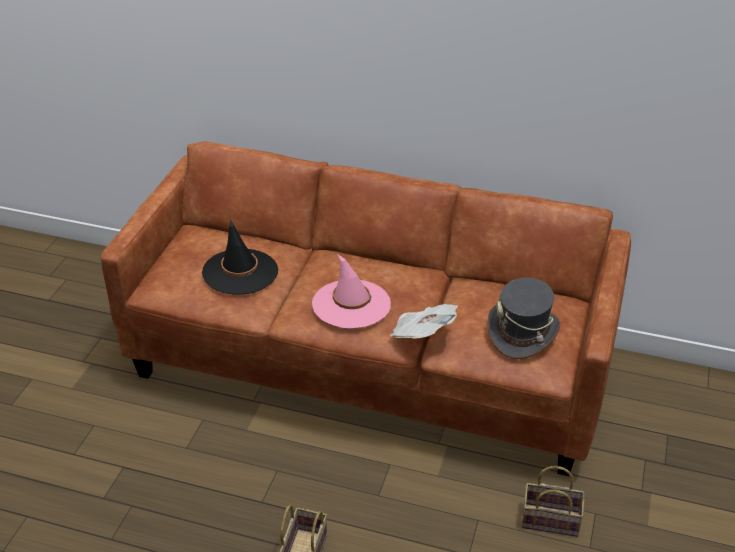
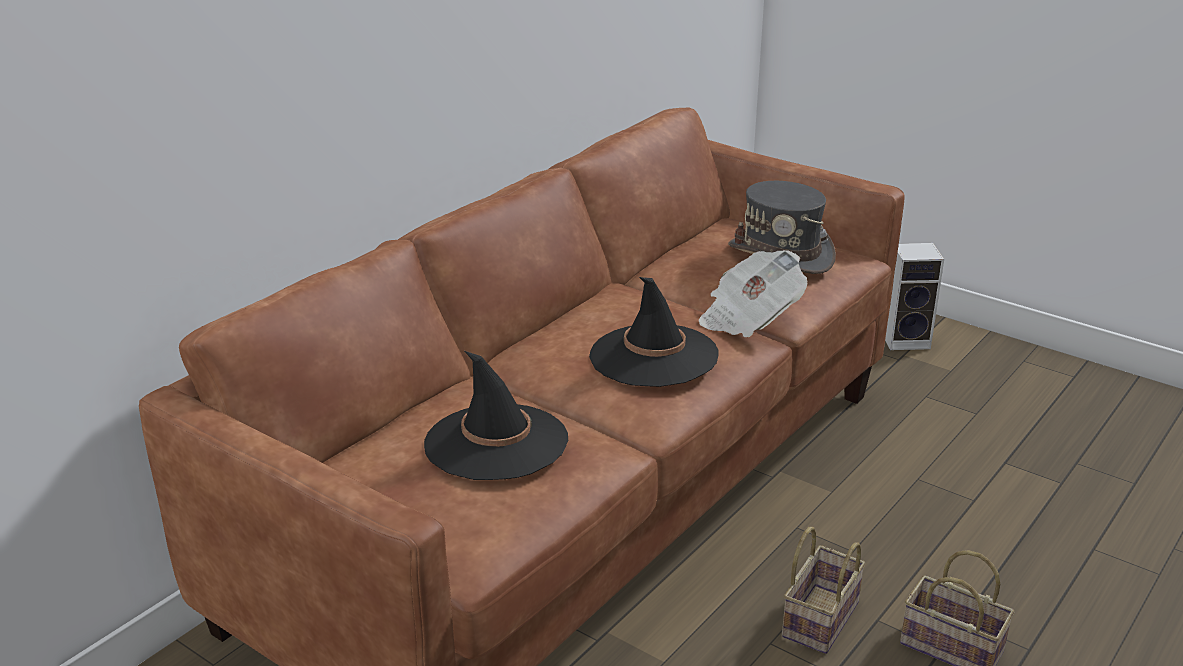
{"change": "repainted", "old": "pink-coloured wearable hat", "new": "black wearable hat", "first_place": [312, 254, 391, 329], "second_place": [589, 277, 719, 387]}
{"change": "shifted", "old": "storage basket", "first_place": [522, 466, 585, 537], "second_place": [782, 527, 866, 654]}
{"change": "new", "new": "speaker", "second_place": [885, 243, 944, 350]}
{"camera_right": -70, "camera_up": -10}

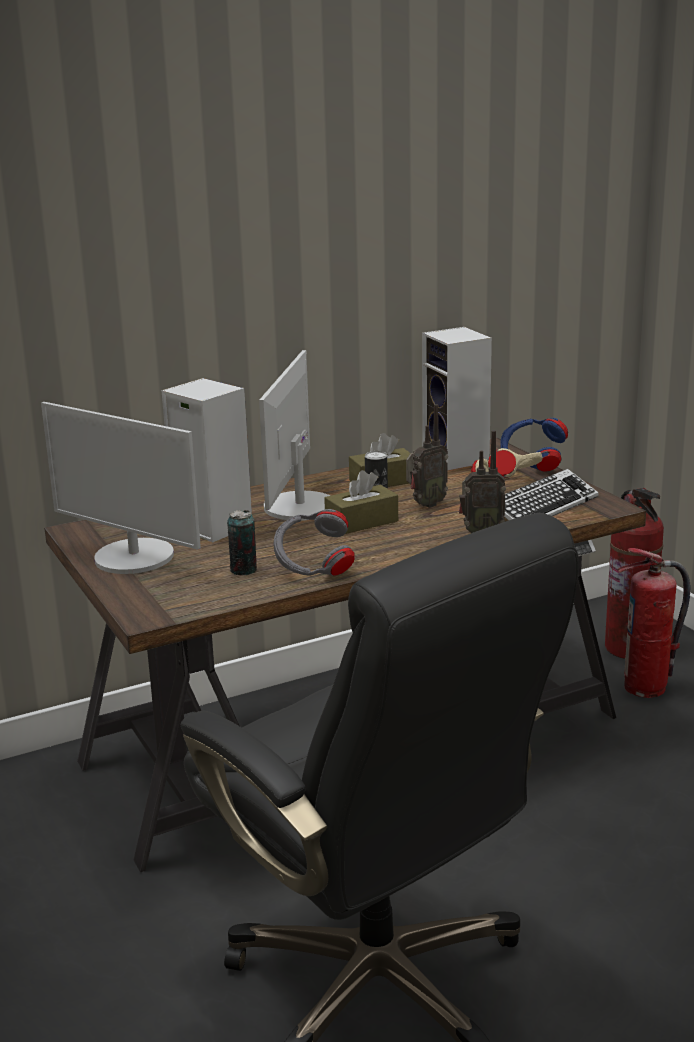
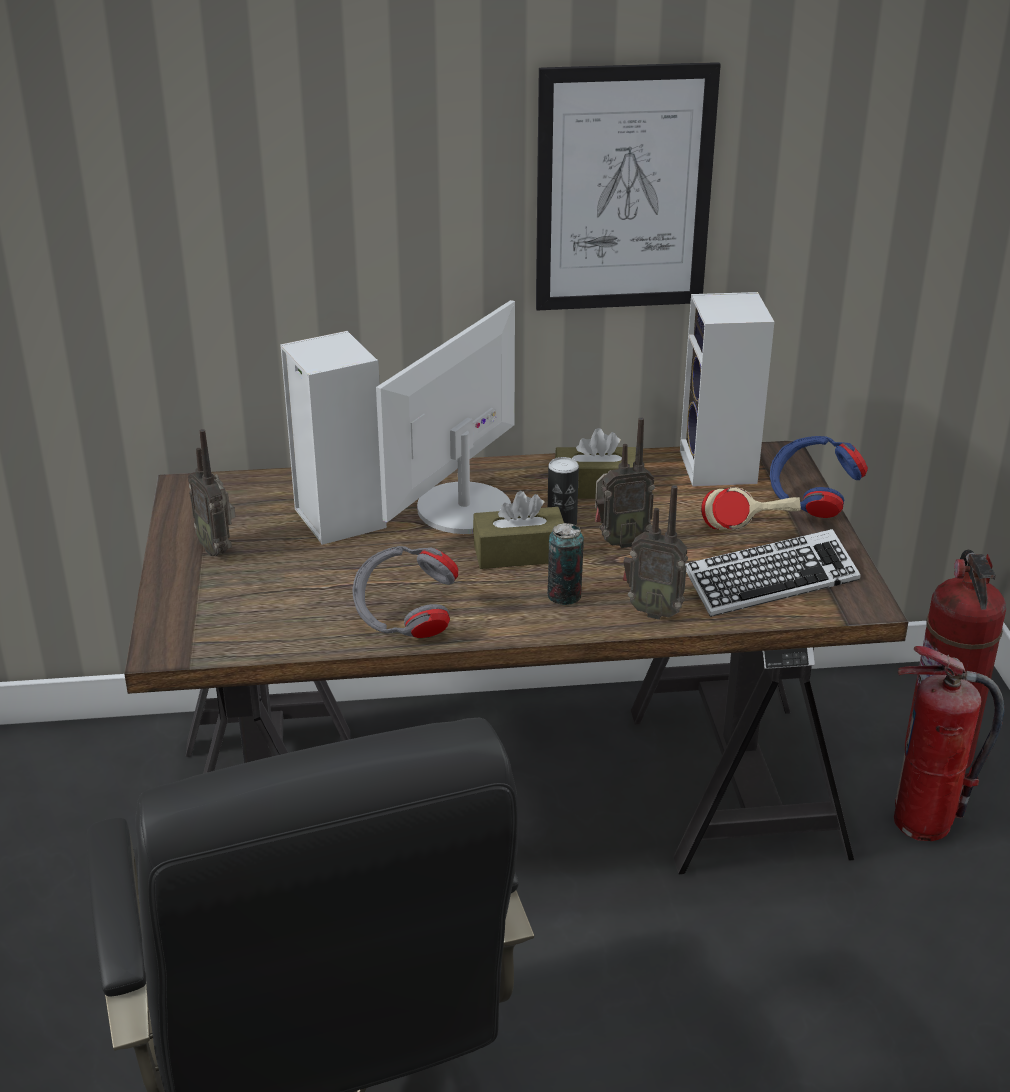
{"change": "swapped", "old": "computer display", "new": "radio set", "first_place": [41, 402, 201, 574], "second_place": [188, 429, 236, 556]}
{"change": "shifted", "old": "sealed can", "first_place": [227, 510, 257, 575], "second_place": [547, 523, 584, 605]}
{"change": "new", "new": "wall picture", "second_place": [536, 62, 721, 310]}
{"camera_right": 20, "camera_up": 10}

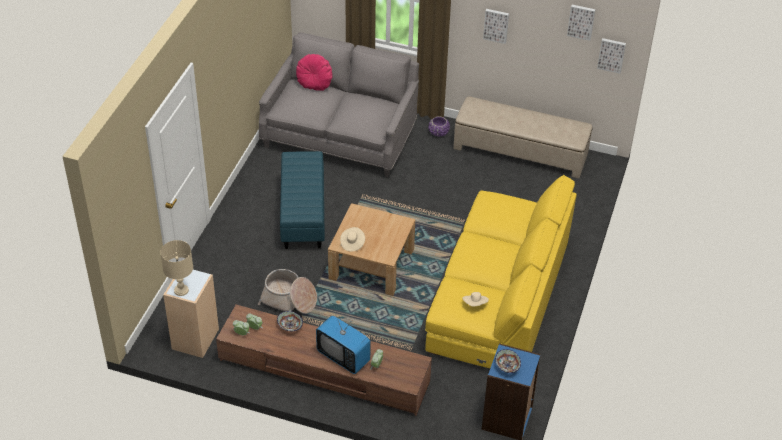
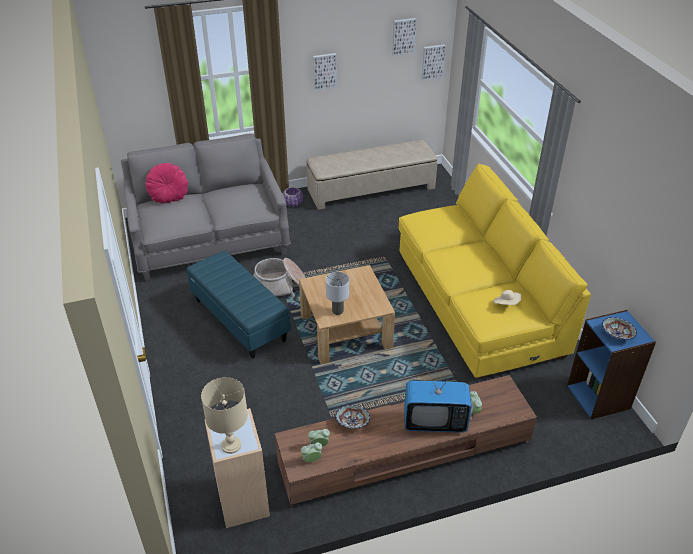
{"change": "shifted", "old": "storage basket", "first_place": [258, 269, 317, 314], "second_place": [253, 258, 305, 297]}
{"change": "swapped", "old": "beige-coloured wearable hat", "new": "whitish table lamp", "first_place": [340, 227, 365, 252], "second_place": [326, 271, 349, 315]}
{"camera_right": -35, "camera_up": -5}

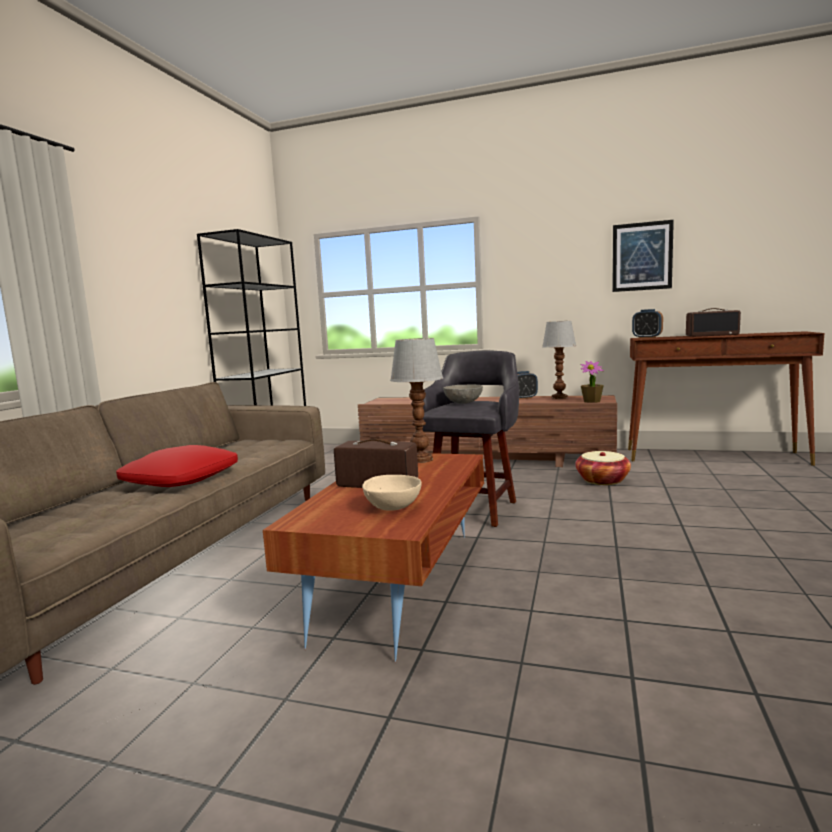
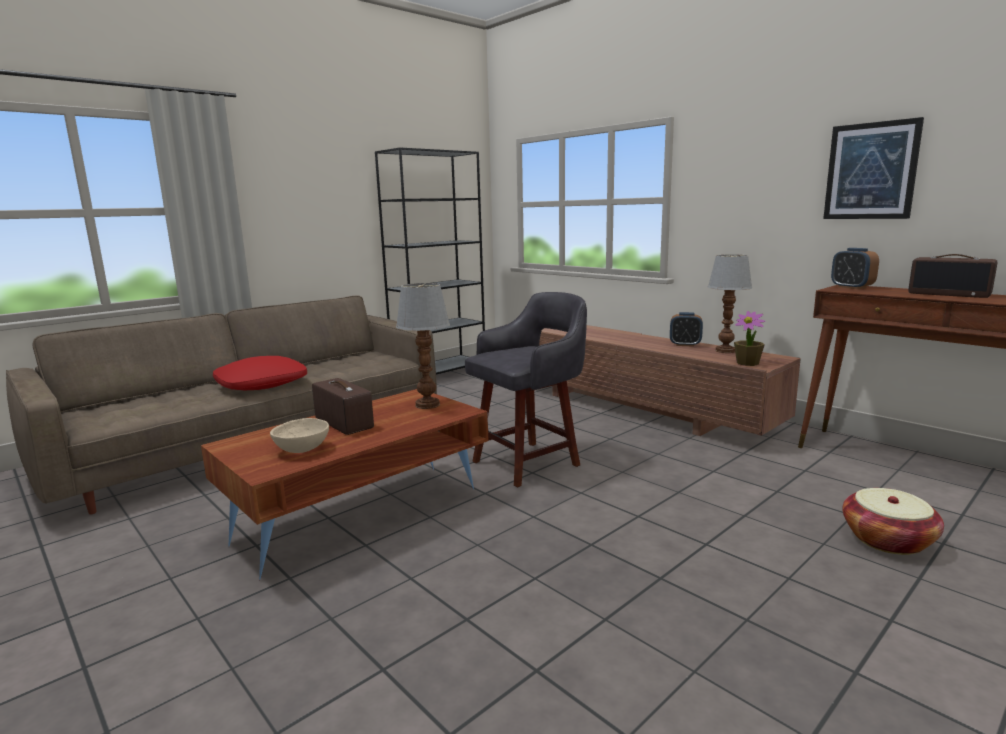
{"change": "gone", "old": "grey serving bowl", "first_place": [443, 384, 483, 404]}
{"change": "shifted", "old": "storage basket", "first_place": [575, 451, 631, 485], "second_place": [842, 488, 944, 555]}
{"camera_right": 30, "camera_up": 5}

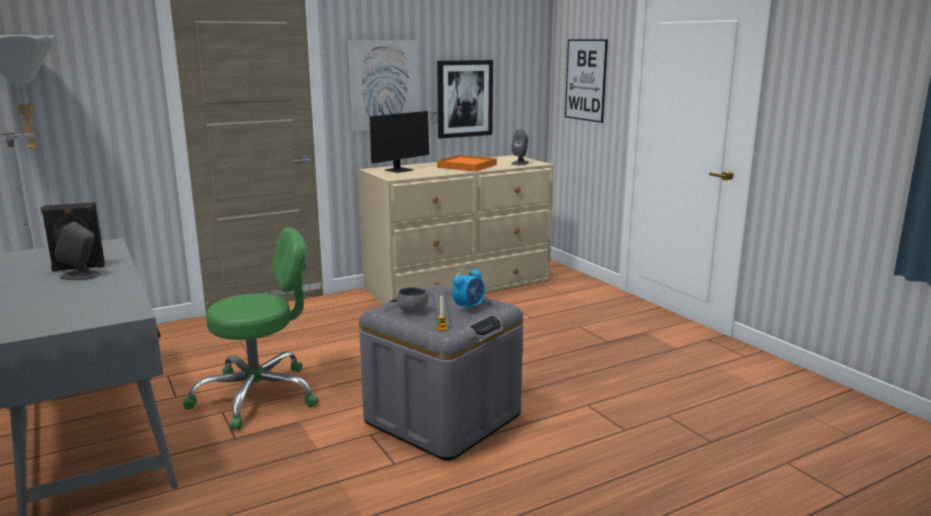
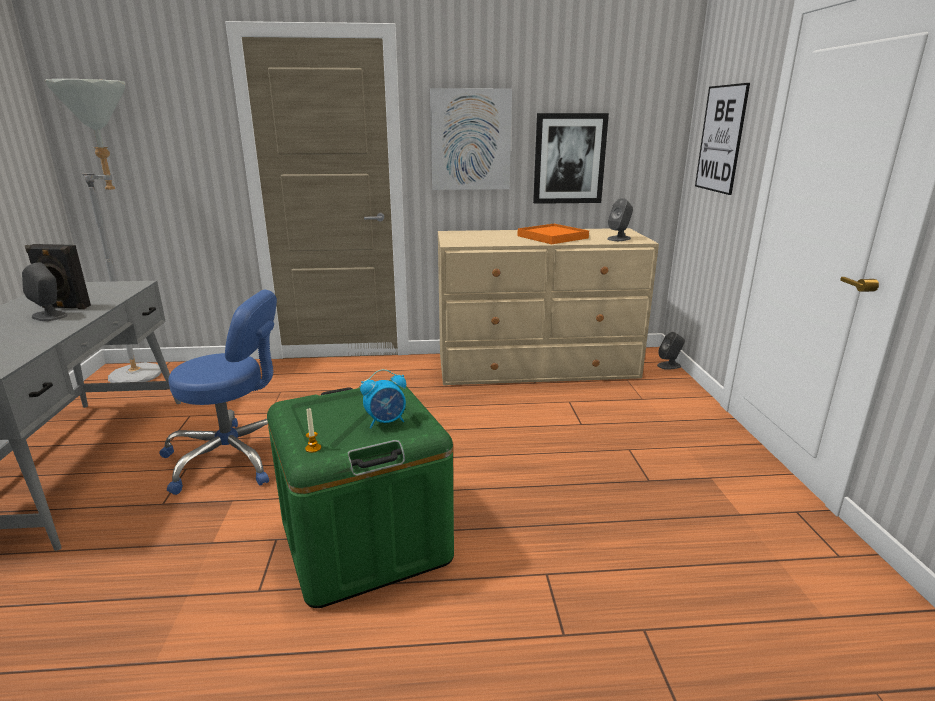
{"change": "repainted", "old": "green office chair", "new": "blue-coloured office chair", "first_place": [183, 227, 319, 430], "second_place": [160, 290, 277, 495]}
{"change": "repainted", "old": "grey storage box", "new": "green storage box", "first_place": [359, 285, 523, 461], "second_place": [267, 380, 454, 608]}
{"change": "gone", "old": "computer display", "first_place": [370, 111, 443, 173]}
{"change": "gone", "old": "grey serving bowl", "first_place": [397, 287, 428, 313]}
{"change": "new", "new": "grey speaker", "second_place": [657, 332, 685, 370]}
{"camera_right": 25, "camera_up": 5}

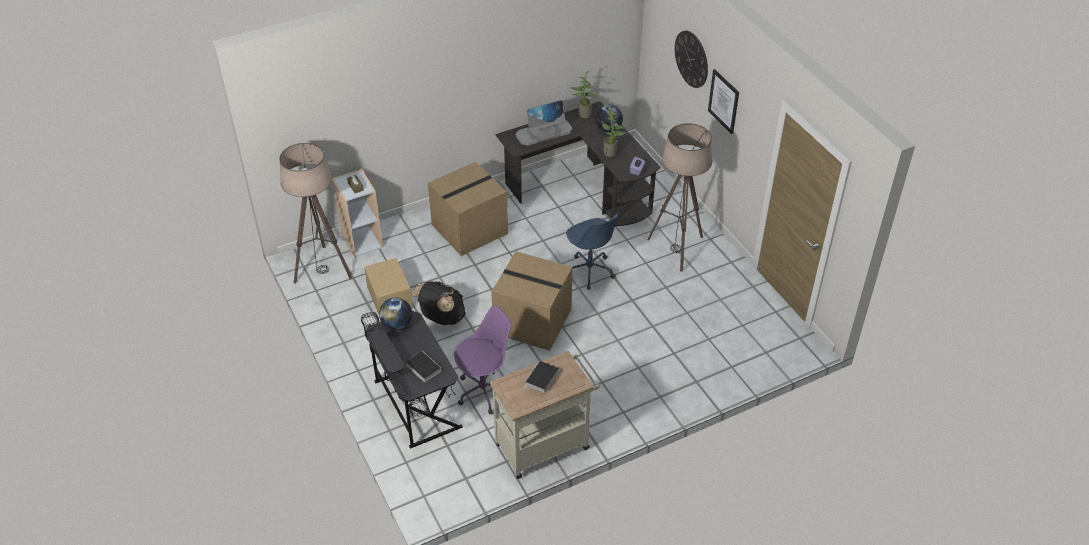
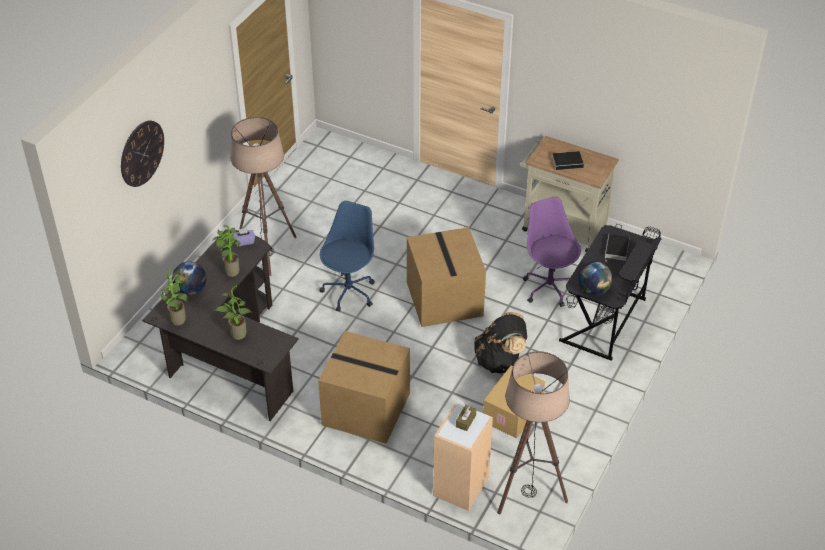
{"change": "rotated", "old": "purple-coloured office chair", "first_place": [454, 306, 511, 414], "second_place": [523, 197, 581, 307], "degrees": 45}
{"change": "swapped", "old": "computer display", "new": "potted plant", "first_place": [516, 100, 572, 146], "second_place": [213, 285, 252, 340]}
{"change": "gone", "old": "wall picture", "first_place": [708, 69, 739, 134]}
{"camera_right": -125, "camera_up": 0}

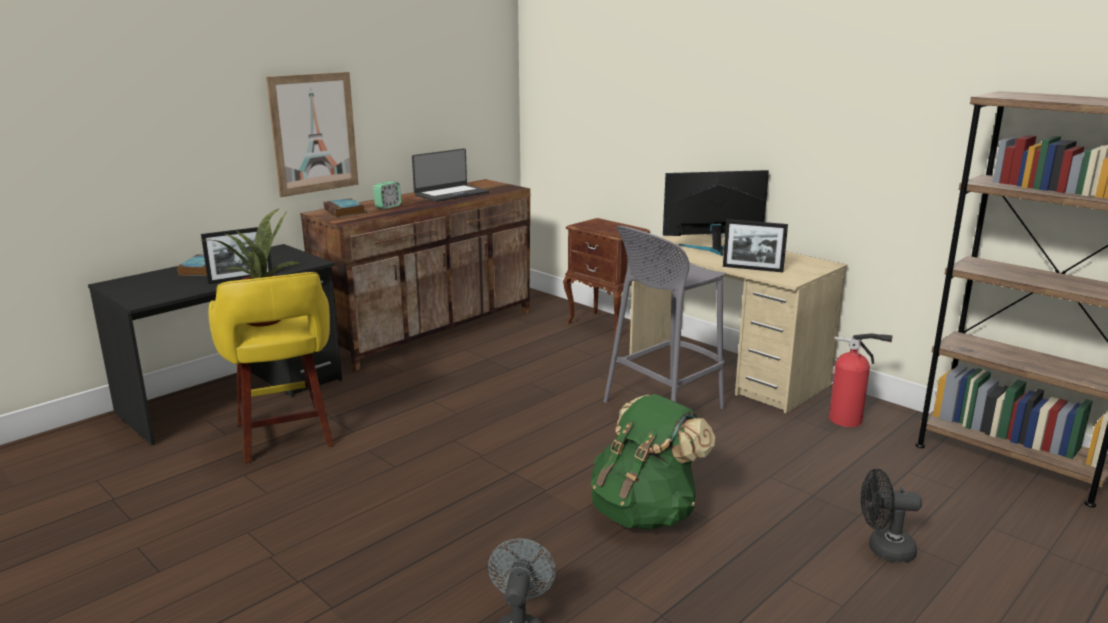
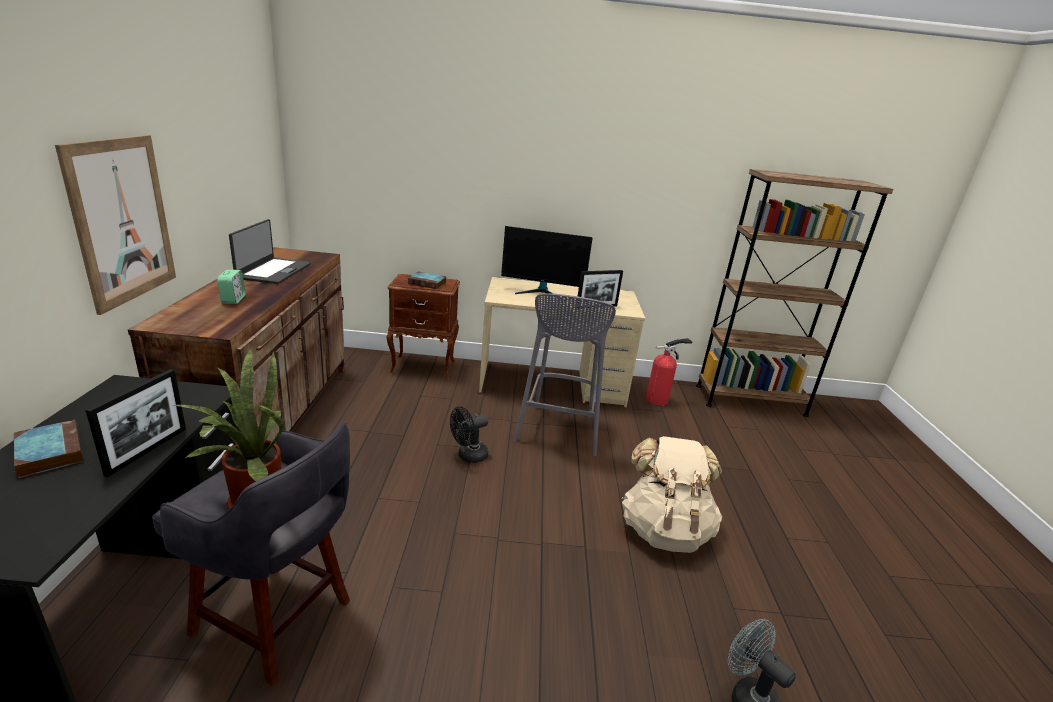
{"change": "repainted", "old": "yellow-coloured stool seat", "new": "grey stool seat", "first_place": [209, 272, 334, 463], "second_place": [152, 423, 350, 686]}
{"change": "shifted", "old": "bound book", "first_place": [323, 198, 364, 217], "second_place": [408, 271, 447, 289]}
{"change": "repainted", "old": "green knapsack", "new": "beige-coloured knapsack", "first_place": [591, 394, 715, 530], "second_place": [621, 436, 722, 553]}
{"change": "rotated", "old": "computer display", "first_place": [663, 170, 769, 256], "second_place": [501, 226, 593, 301], "degrees": -120}
{"change": "shifted", "old": "black electric fan", "first_place": [861, 469, 922, 563], "second_place": [450, 407, 489, 463]}
{"camera_right": -45, "camera_up": 5}

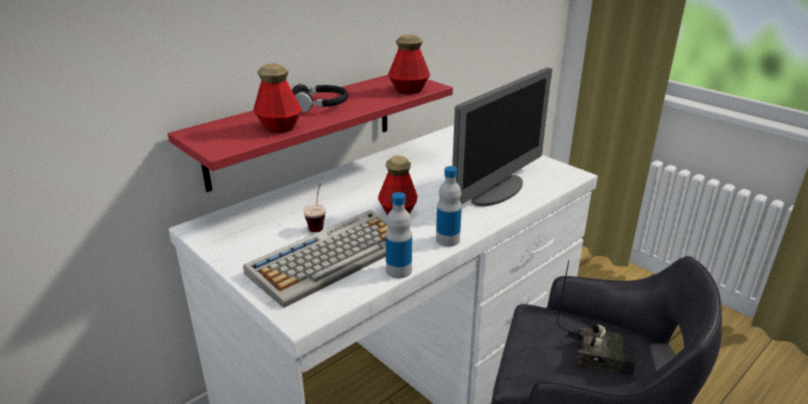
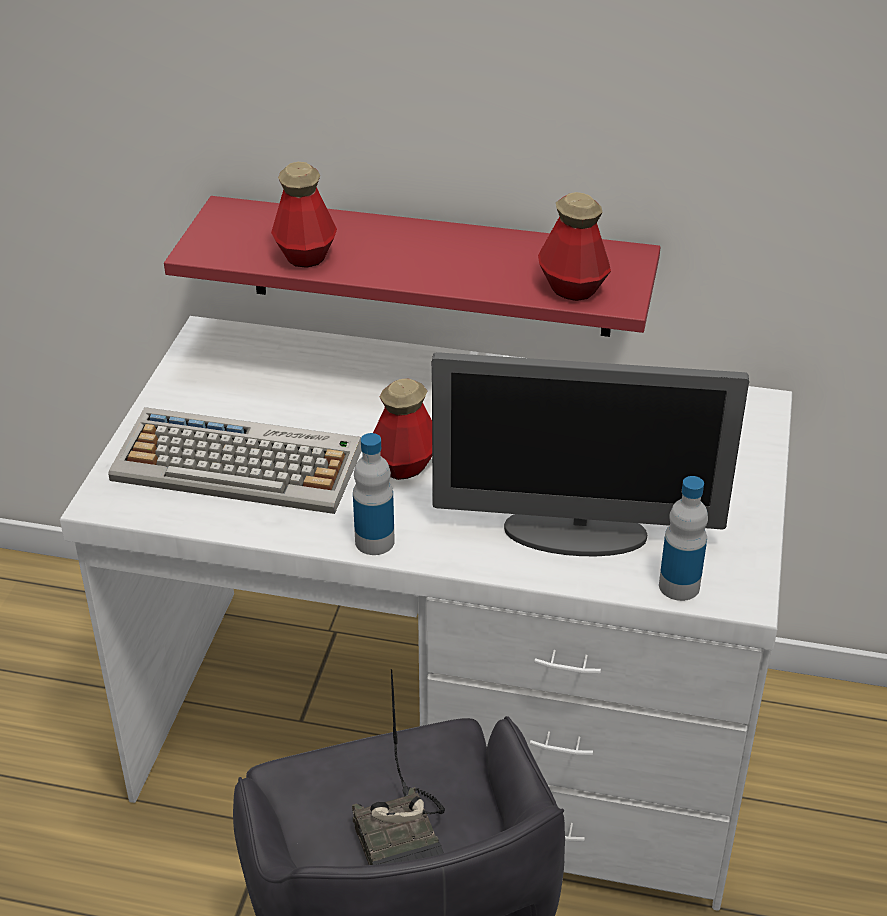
{"change": "gone", "old": "black headphones", "first_place": [291, 84, 348, 112]}
{"change": "gone", "old": "small cup", "first_place": [303, 183, 326, 232]}
{"change": "shifted", "old": "drink bottle", "first_place": [385, 192, 412, 278], "second_place": [659, 476, 708, 601]}
{"camera_right": 55, "camera_up": 10}

